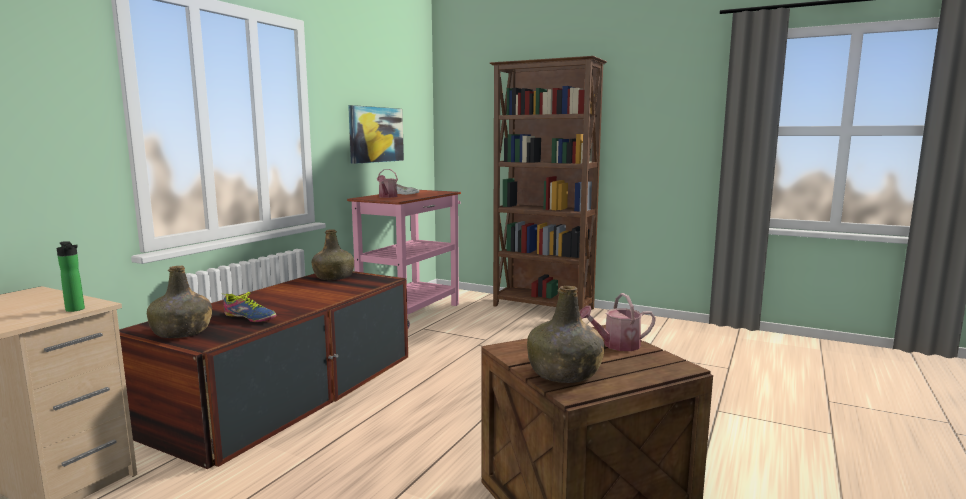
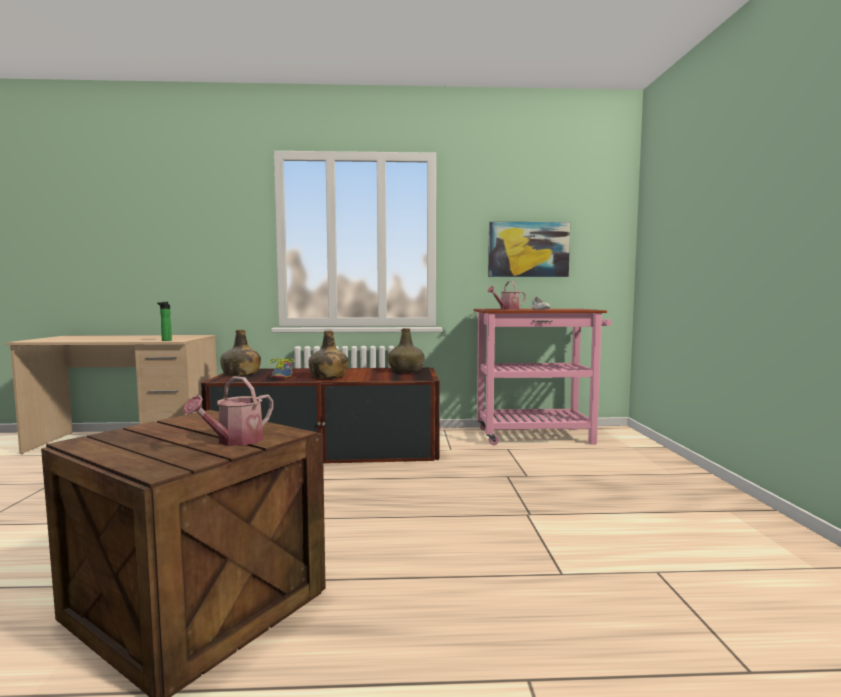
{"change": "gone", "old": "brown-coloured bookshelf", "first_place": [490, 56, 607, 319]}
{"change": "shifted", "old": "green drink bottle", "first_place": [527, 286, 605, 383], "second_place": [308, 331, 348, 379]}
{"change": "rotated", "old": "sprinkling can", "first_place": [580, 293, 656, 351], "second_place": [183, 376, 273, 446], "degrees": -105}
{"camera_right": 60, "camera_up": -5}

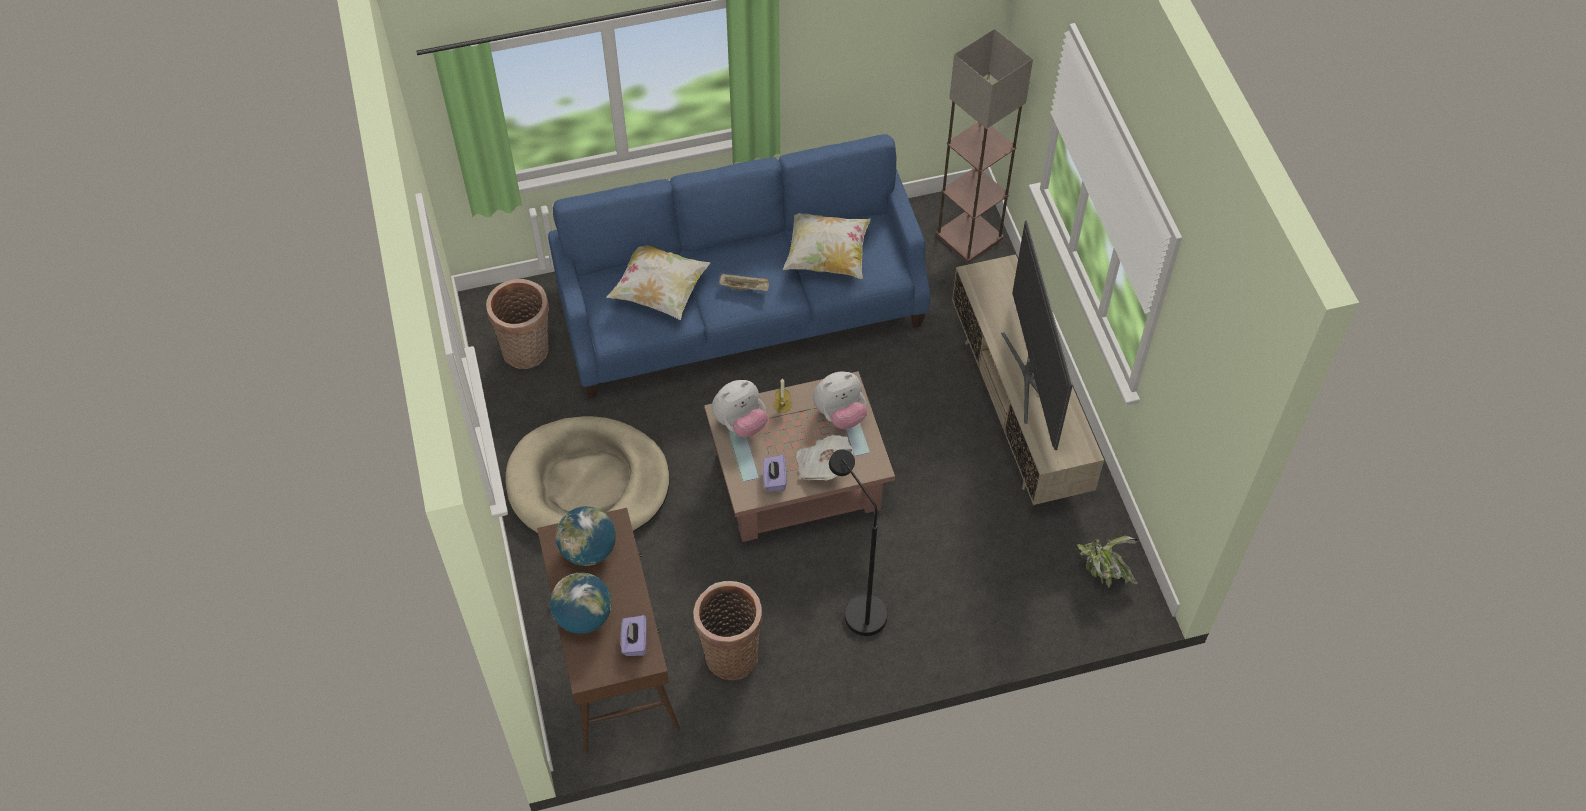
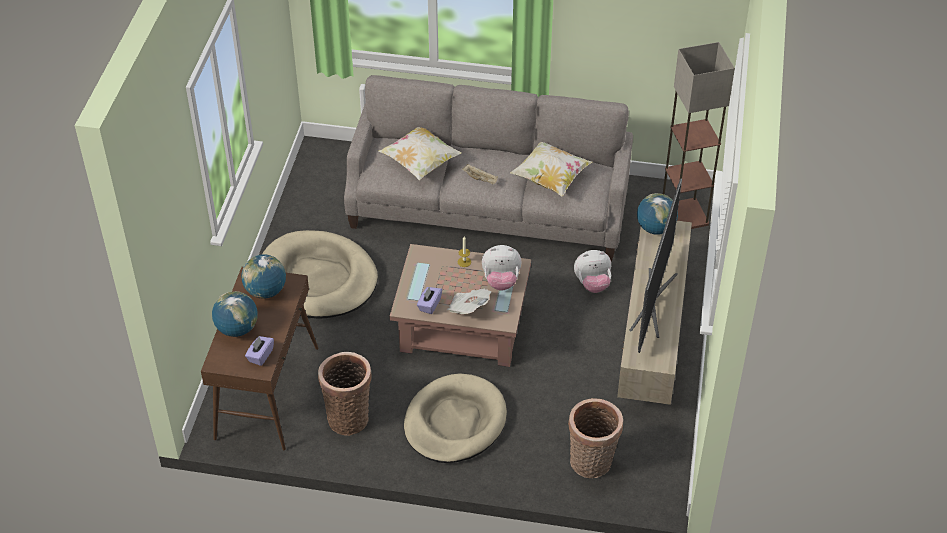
{"change": "shifted", "old": "storage basket", "first_place": [486, 279, 549, 369], "second_place": [568, 398, 623, 478]}
{"change": "repainted", "old": "blue-coloured sofa", "new": "grey sofa", "first_place": [548, 134, 931, 399], "second_place": [344, 75, 633, 261]}
{"change": "shifted", "old": "soft toy", "first_place": [712, 380, 768, 437], "second_place": [574, 250, 611, 293]}
{"change": "swapped", "old": "black standard lamp", "new": "beige-coloured dog cushion", "first_place": [829, 449, 888, 636], "second_place": [404, 373, 507, 463]}
{"change": "gone", "old": "potted plant", "first_place": [1075, 536, 1139, 588]}
{"change": "new", "new": "globe", "second_place": [637, 193, 678, 235]}
{"camera_right": 25, "camera_up": -10}

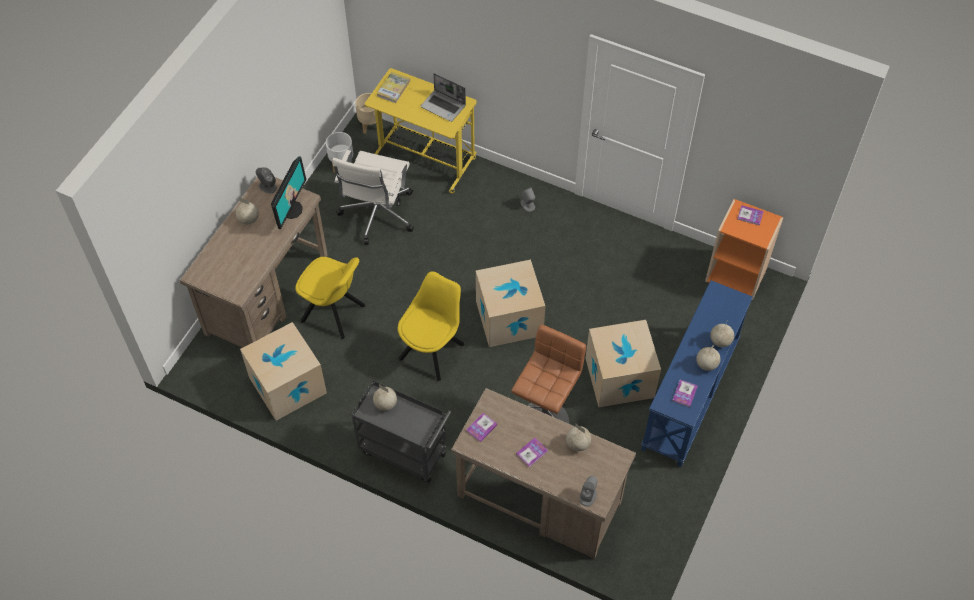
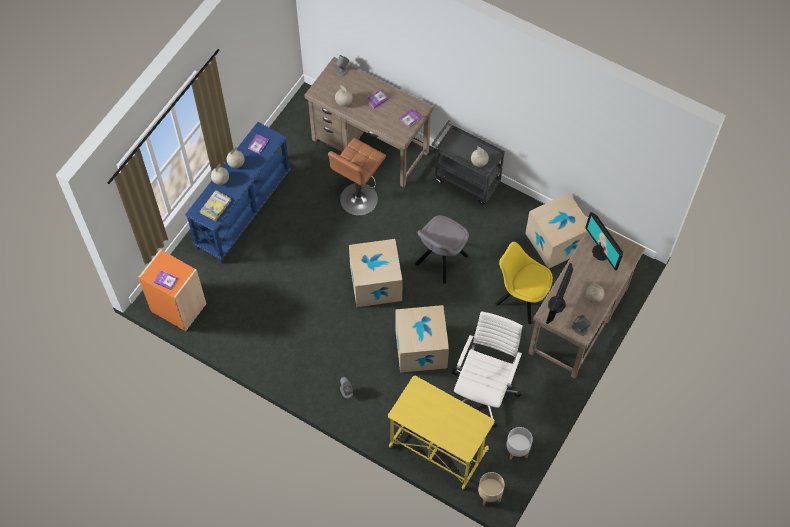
{"change": "shifted", "old": "bound book", "first_place": [377, 72, 410, 103], "second_place": [200, 190, 231, 221]}
{"change": "repainted", "old": "yellow-coloured chair", "new": "grey chair", "first_place": [398, 271, 464, 381], "second_place": [415, 215, 469, 284]}
{"change": "gone", "old": "laptop", "first_place": [420, 73, 466, 122]}
{"change": "shifted", "old": "cardboard box", "first_place": [585, 320, 661, 407], "second_place": [395, 305, 449, 373]}
{"change": "new", "new": "computer display", "second_place": [585, 212, 623, 271]}
{"camera_right": -175, "camera_up": 5}

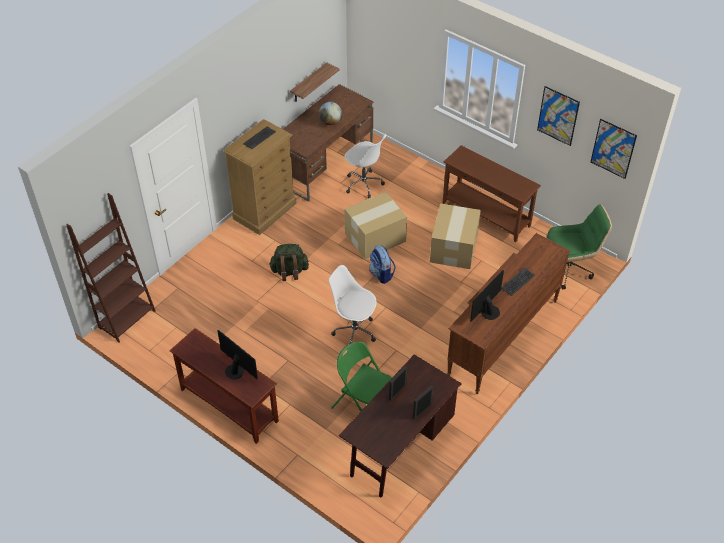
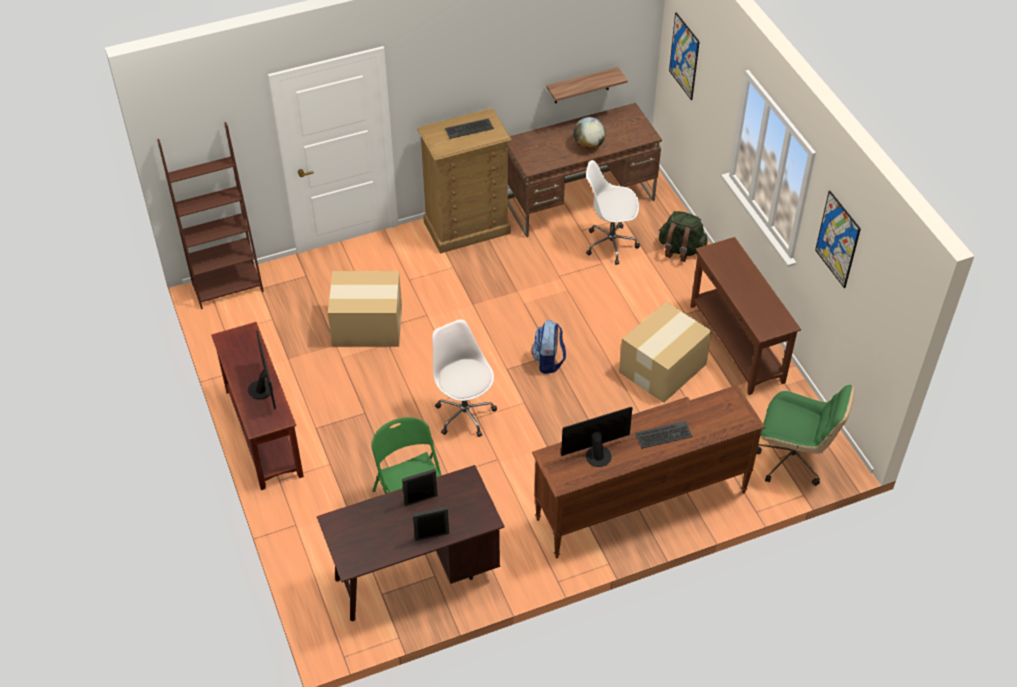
{"change": "shifted", "old": "green knapsack", "first_place": [269, 244, 309, 281], "second_place": [659, 211, 708, 262]}
{"change": "rotated", "old": "whitish office chair", "first_place": [344, 134, 386, 198], "second_place": [586, 160, 640, 265], "degrees": 120}
{"change": "shifted", "old": "cardboard box", "first_place": [345, 192, 407, 259], "second_place": [328, 271, 402, 347]}
{"change": "shifted", "old": "wall picture", "first_place": [591, 119, 637, 179], "second_place": [669, 12, 700, 100]}
{"camera_right": 30, "camera_up": 0}

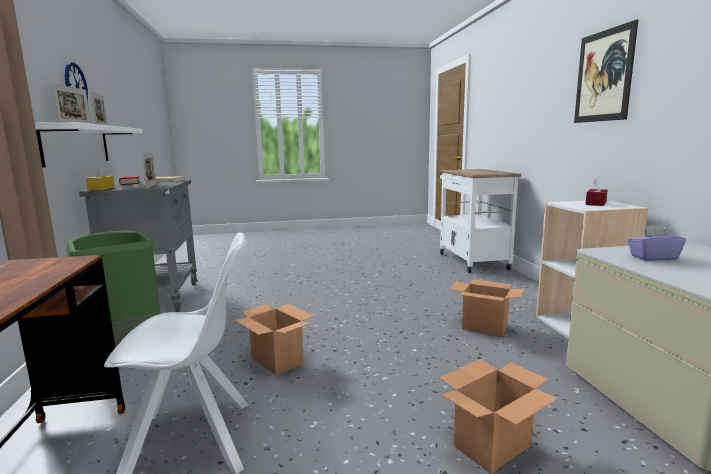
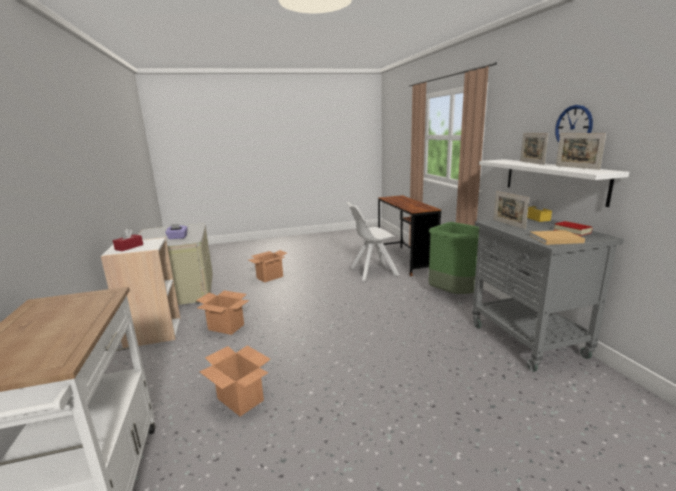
{"change": "shifted", "old": "cardboard box", "first_place": [234, 304, 314, 375], "second_place": [199, 346, 271, 416]}
{"change": "gone", "old": "wall picture", "first_place": [574, 19, 639, 123]}
{"camera_right": 175, "camera_up": 5}

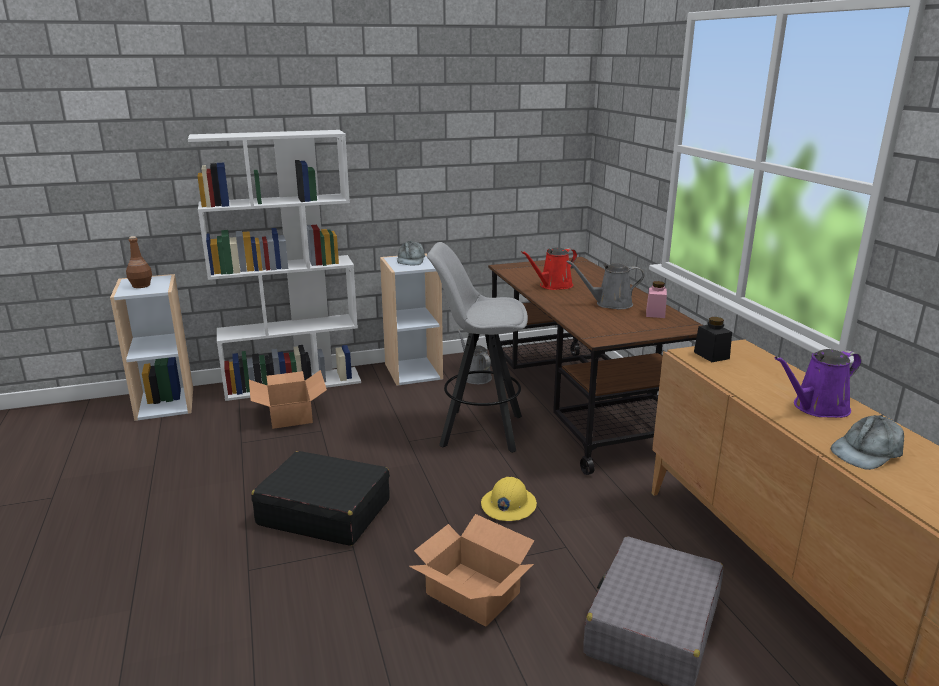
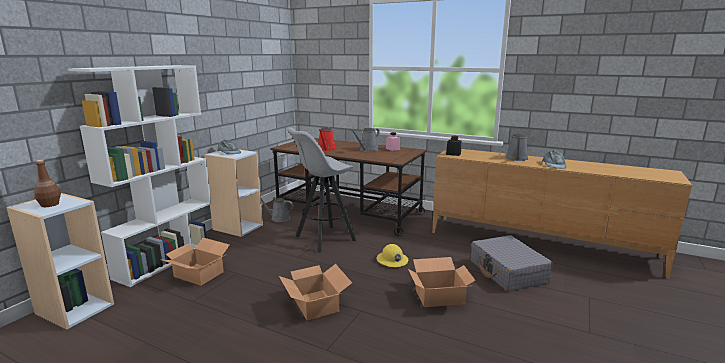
{"change": "swapped", "old": "black suitcase", "new": "cardboard box", "first_place": [251, 451, 390, 546], "second_place": [279, 264, 352, 320]}
{"change": "repainted", "old": "purple-coloured sprinkling can", "new": "grey sprinkling can", "first_place": [775, 349, 861, 418], "second_place": [505, 133, 529, 161]}
{"camera_right": -45, "camera_up": -5}

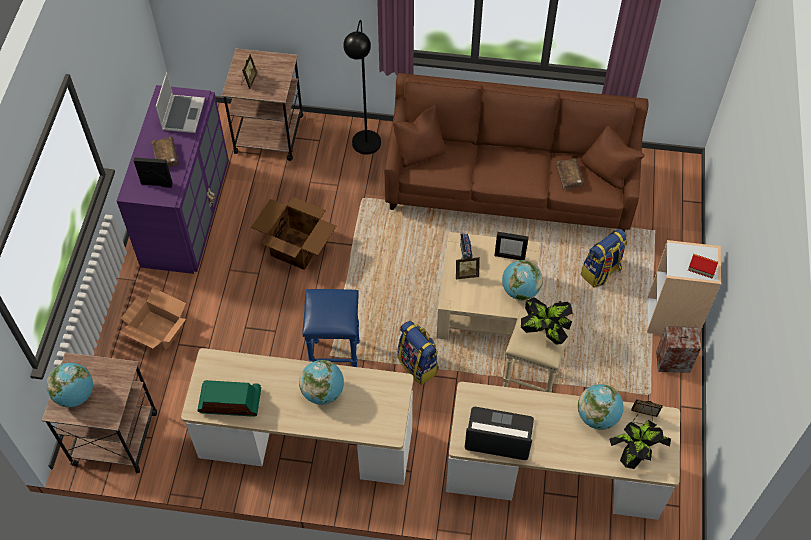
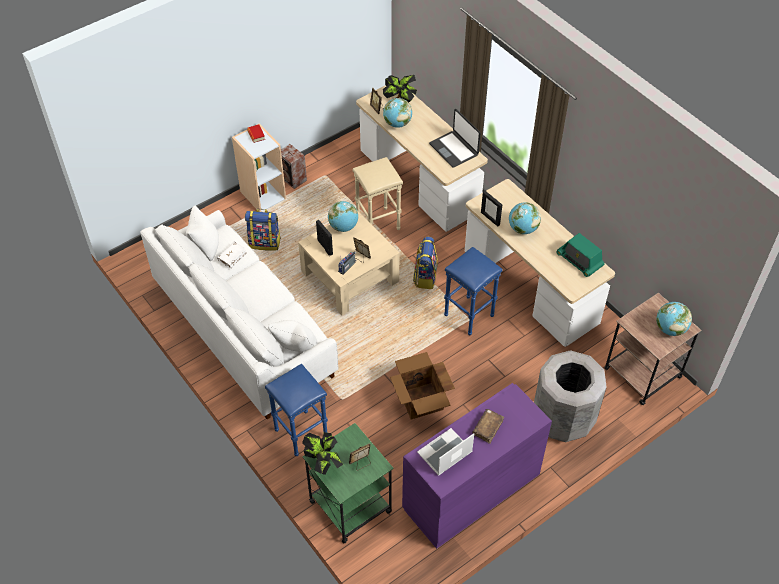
{"change": "swapped", "old": "cardboard box", "new": "grey rubbish bin", "first_place": [119, 287, 186, 351], "second_place": [534, 350, 607, 442]}
{"change": "shifted", "old": "picture frame", "first_place": [134, 158, 173, 188], "second_place": [481, 191, 502, 226]}
{"change": "repainted", "old": "brown-coloured trolley", "new": "green trolley", "first_place": [222, 49, 303, 161], "second_place": [303, 423, 394, 544]}
{"change": "swapped", "old": "black standard lamp", "new": "blue-coloured stool seat", "first_place": [343, 20, 381, 155], "second_place": [265, 364, 328, 456]}
{"change": "repainted", "old": "brown-coloured sofa", "new": "whitish sofa", "first_place": [385, 73, 648, 232], "second_place": [140, 206, 338, 419]}
{"change": "shifted", "old": "potted plant", "first_place": [521, 297, 573, 345], "second_place": [302, 432, 343, 475]}
{"change": "repainted", "old": "brown-coloured bound book", "new": "whitish bound book", "first_place": [556, 159, 584, 190], "second_place": [217, 242, 247, 269]}
{"camera_right": -135, "camera_up": -5}

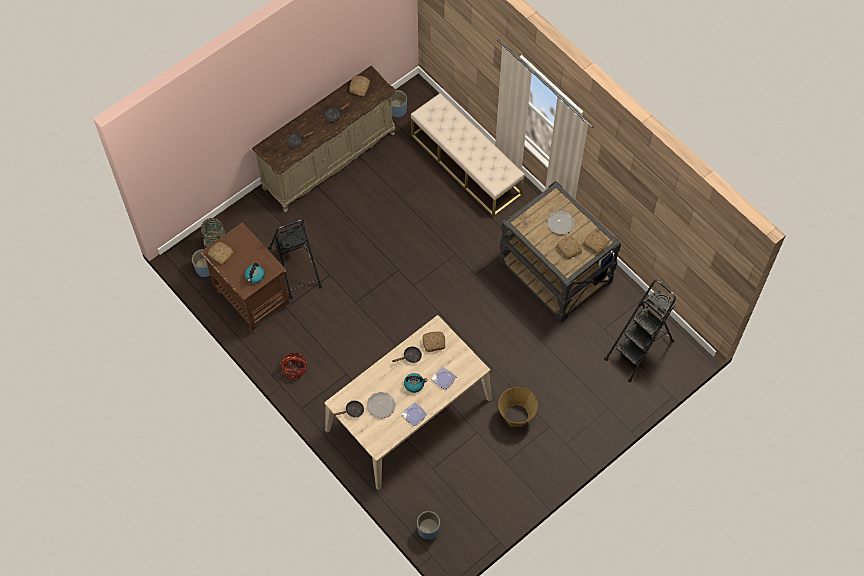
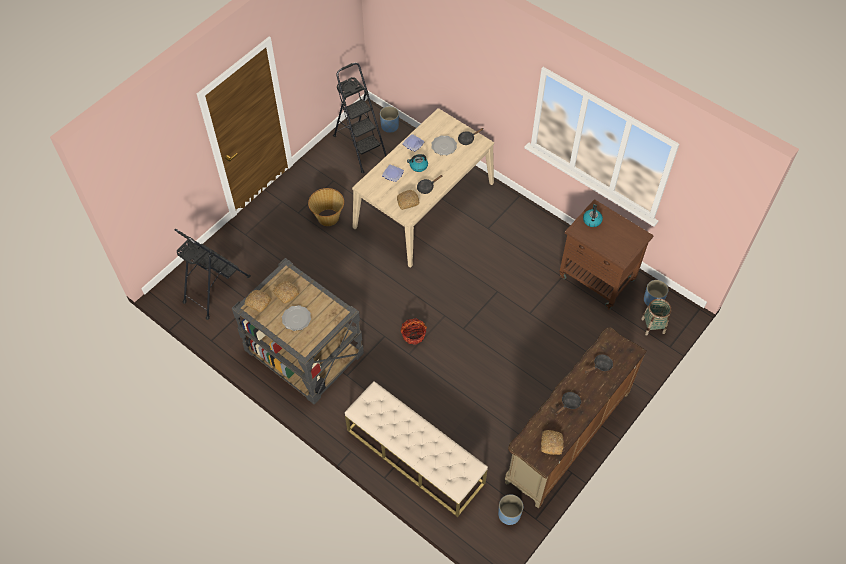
{"change": "gone", "old": "bakery bread", "first_place": [208, 242, 234, 264]}
{"change": "shifted", "old": "step stool", "first_place": [268, 219, 322, 299], "second_place": [333, 63, 387, 173]}
{"change": "shifted", "old": "storage basket", "first_place": [280, 353, 307, 379], "second_place": [400, 318, 427, 345]}
{"camera_right": 170, "camera_up": -5}

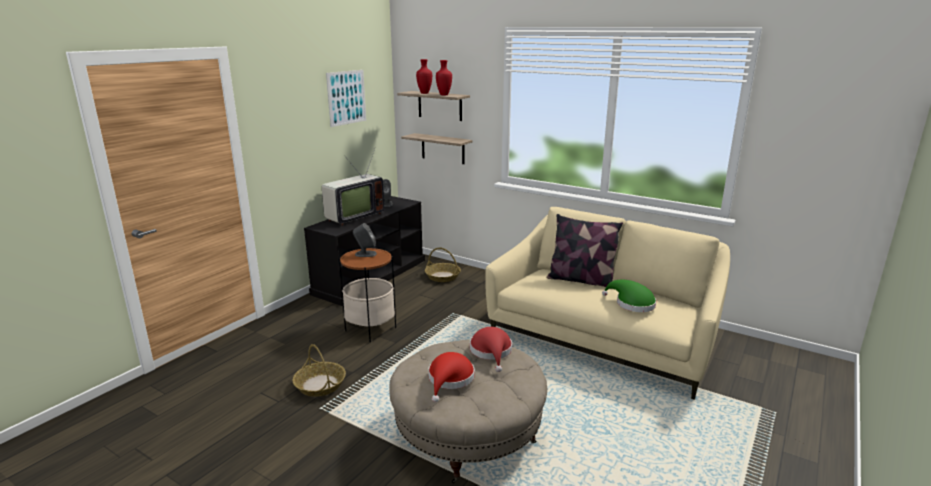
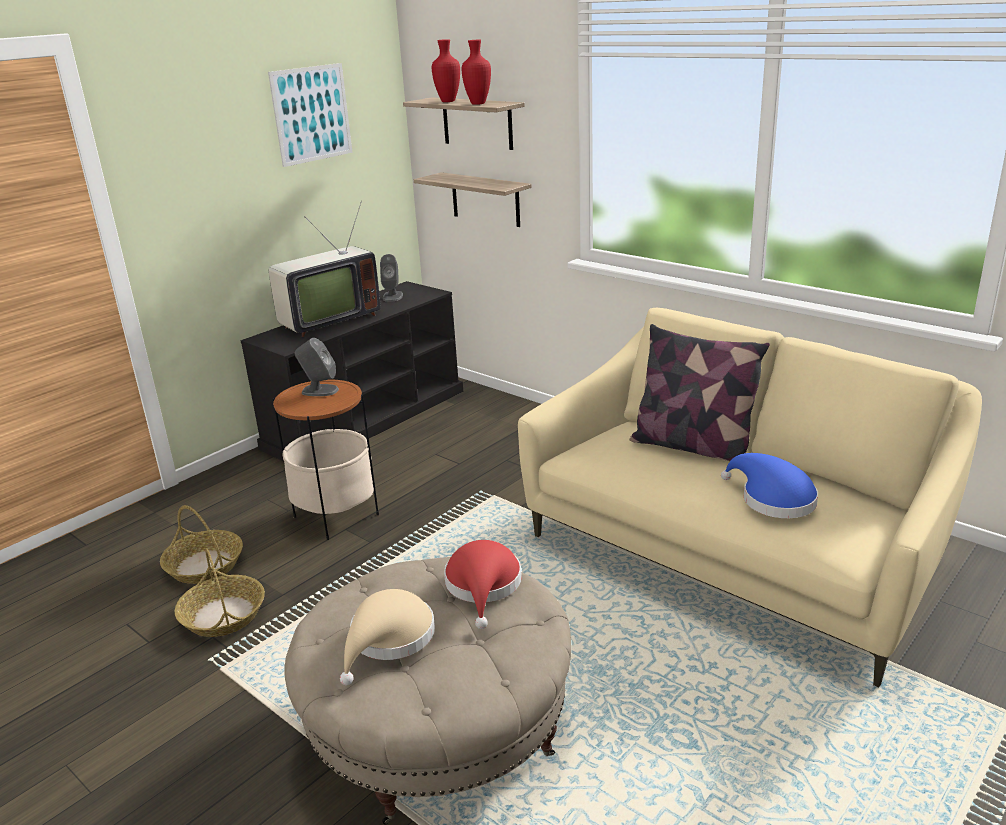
{"change": "shifted", "old": "storage basket", "first_place": [425, 248, 461, 282], "second_place": [160, 505, 243, 584]}
{"change": "repainted", "old": "reddish wearable hat", "new": "beige-coloured wearable hat", "first_place": [428, 352, 475, 402], "second_place": [340, 589, 435, 685]}
{"change": "repainted", "old": "green wearable hat", "new": "blue-coloured wearable hat", "first_place": [602, 280, 656, 312], "second_place": [721, 453, 818, 518]}
{"camera_right": 10, "camera_up": 5}

